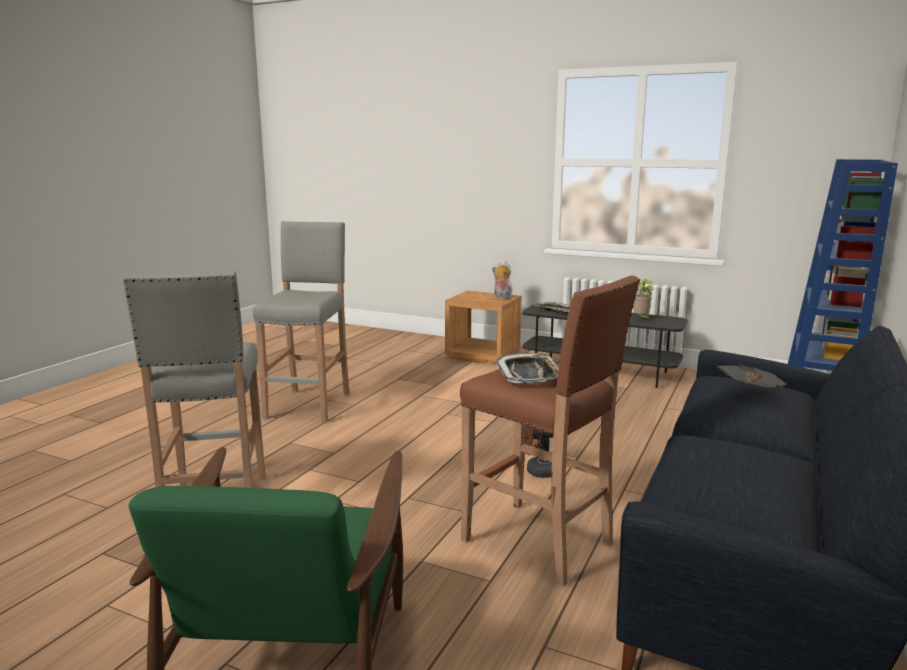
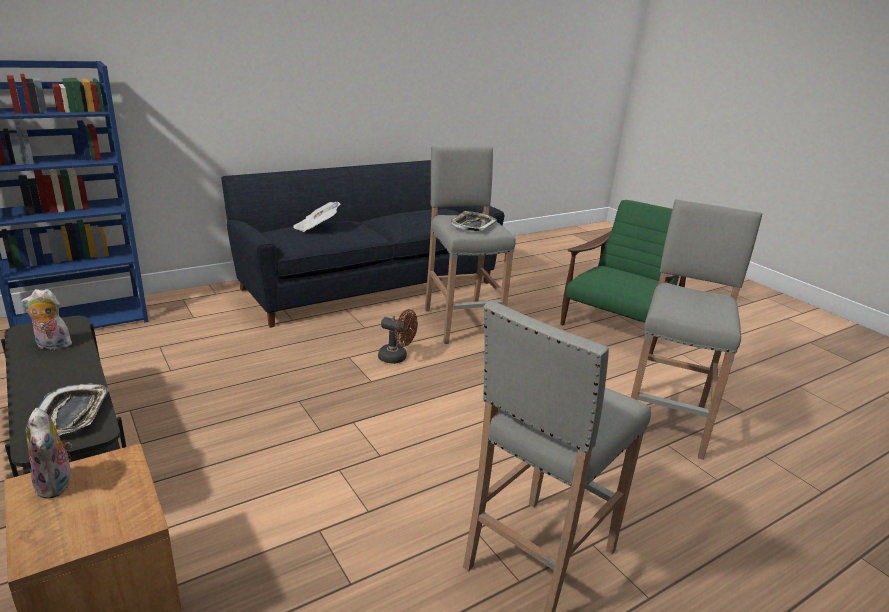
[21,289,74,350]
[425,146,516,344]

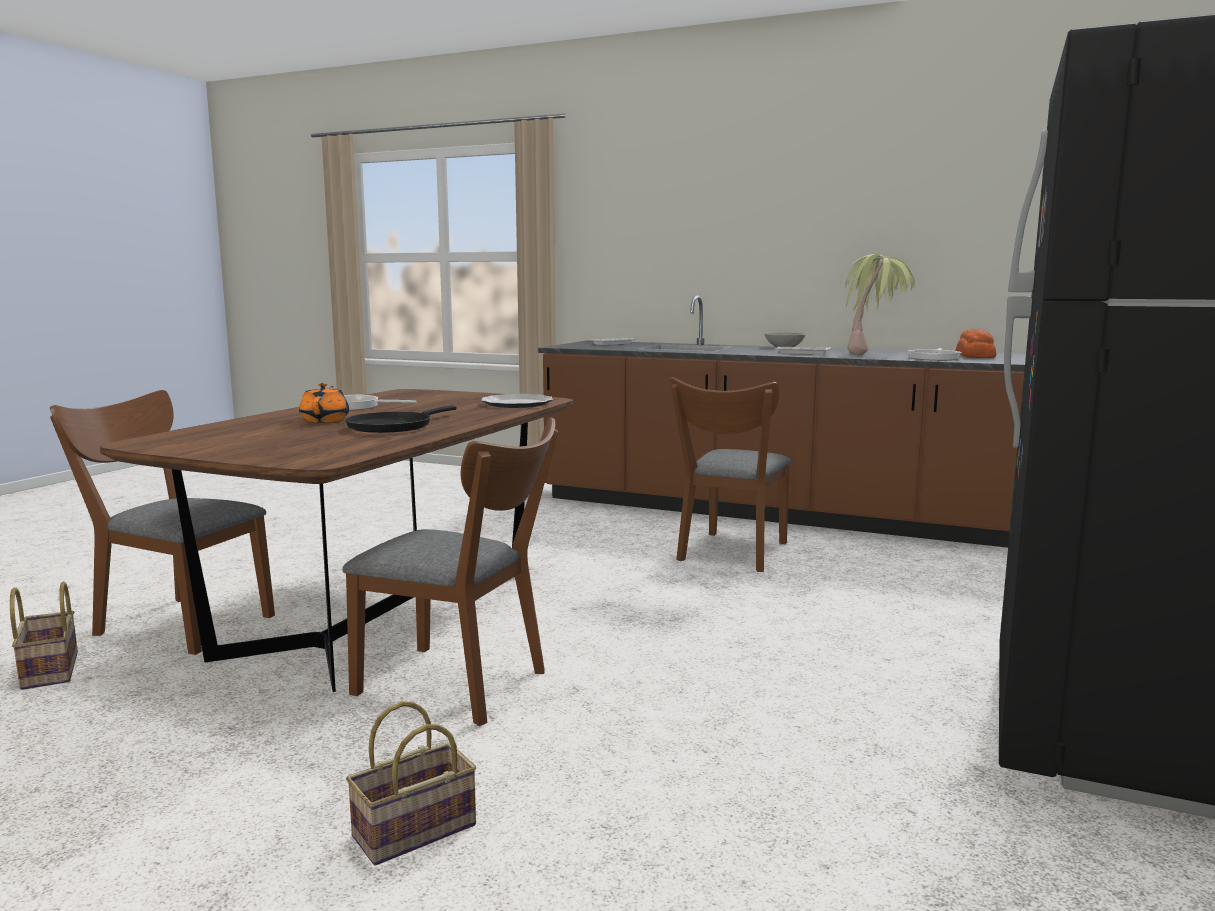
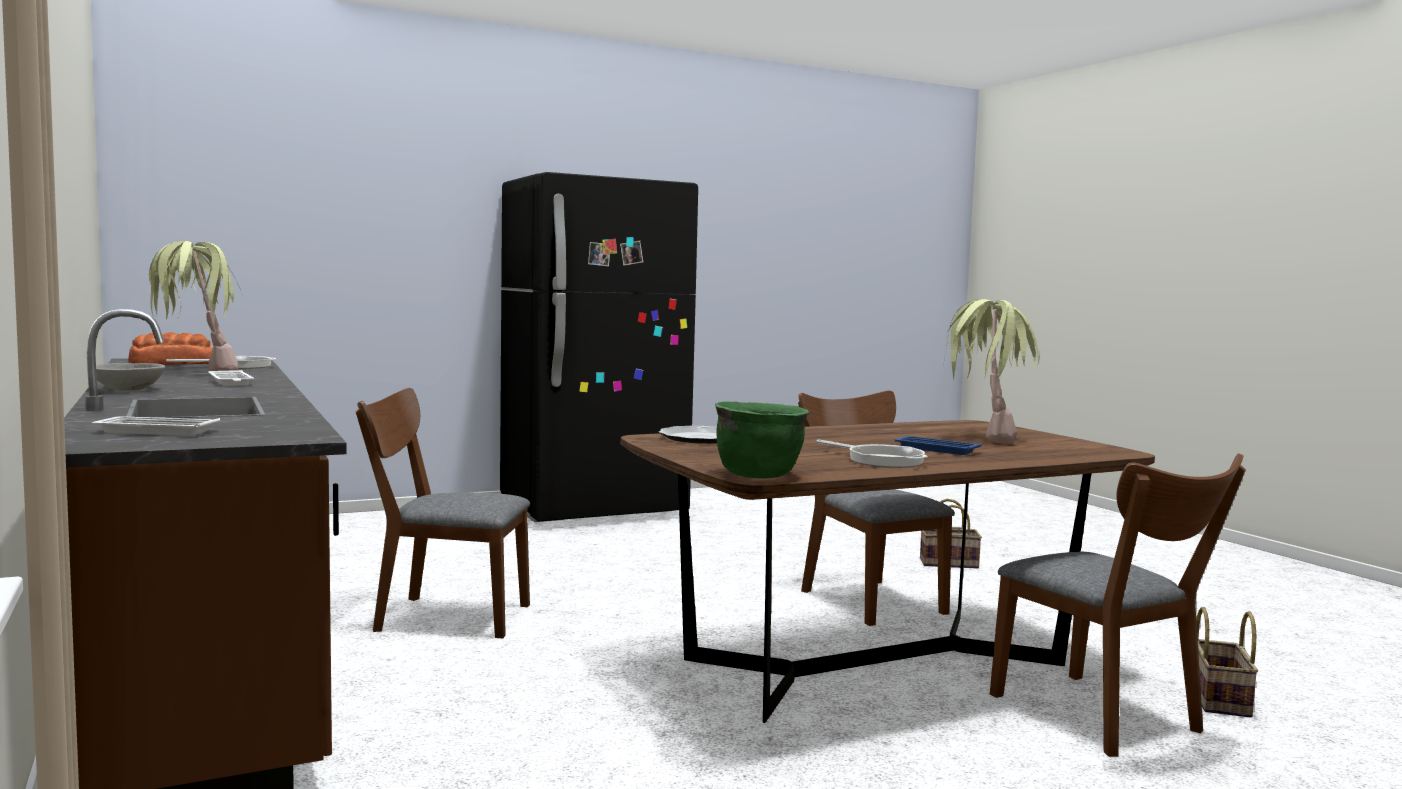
[356,388,530,638]
[715,401,809,478]
[894,436,982,455]
[944,299,1040,444]
[345,406,456,433] (first image)

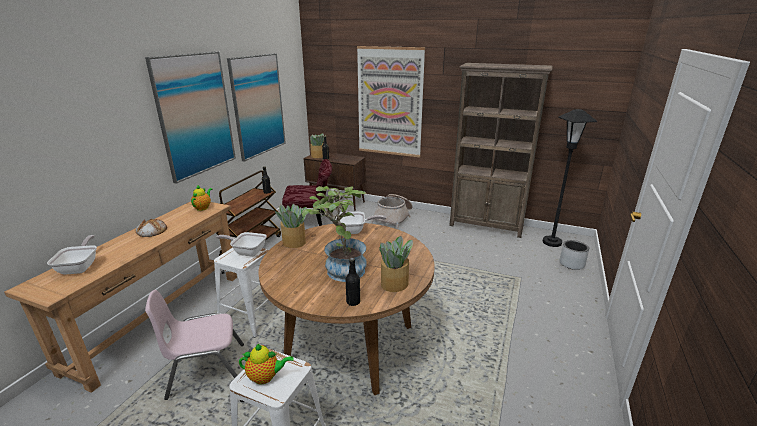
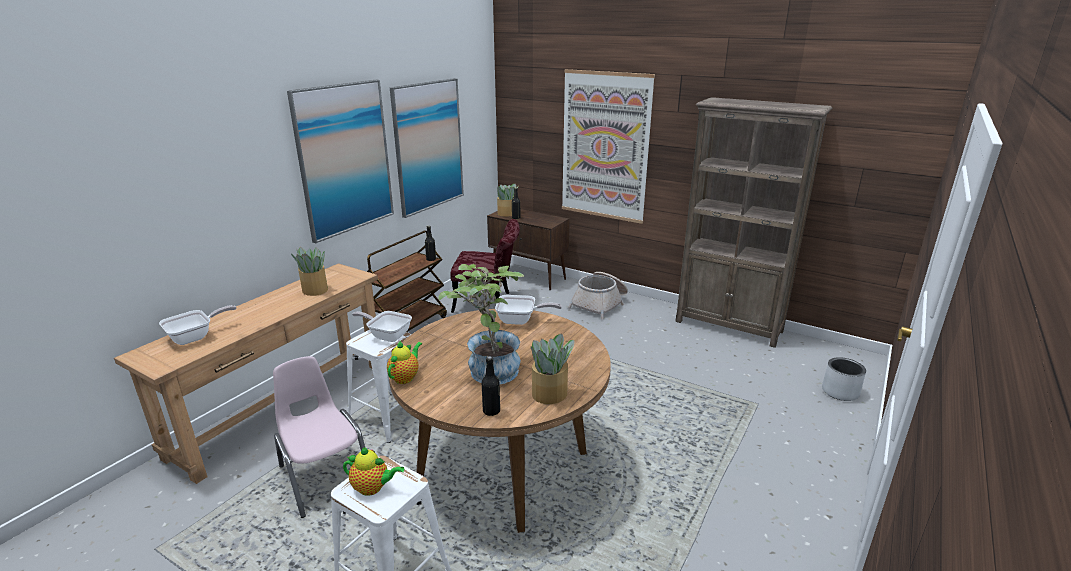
[159,305,237,345]
[273,356,365,518]
[291,247,328,296]
[387,341,422,384]
[136,219,167,237] (first image)
[543,109,597,247] (first image)

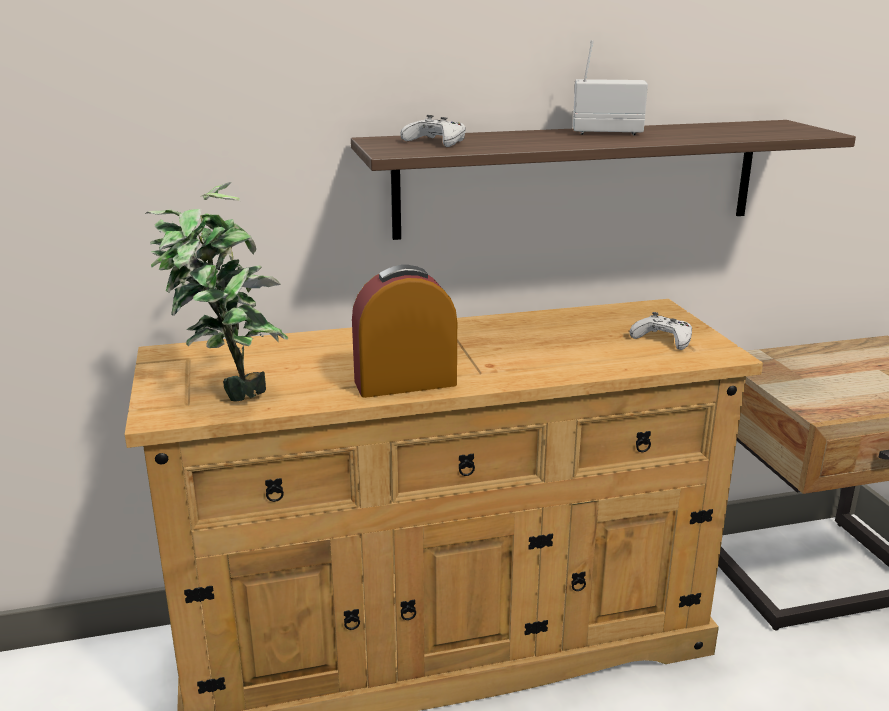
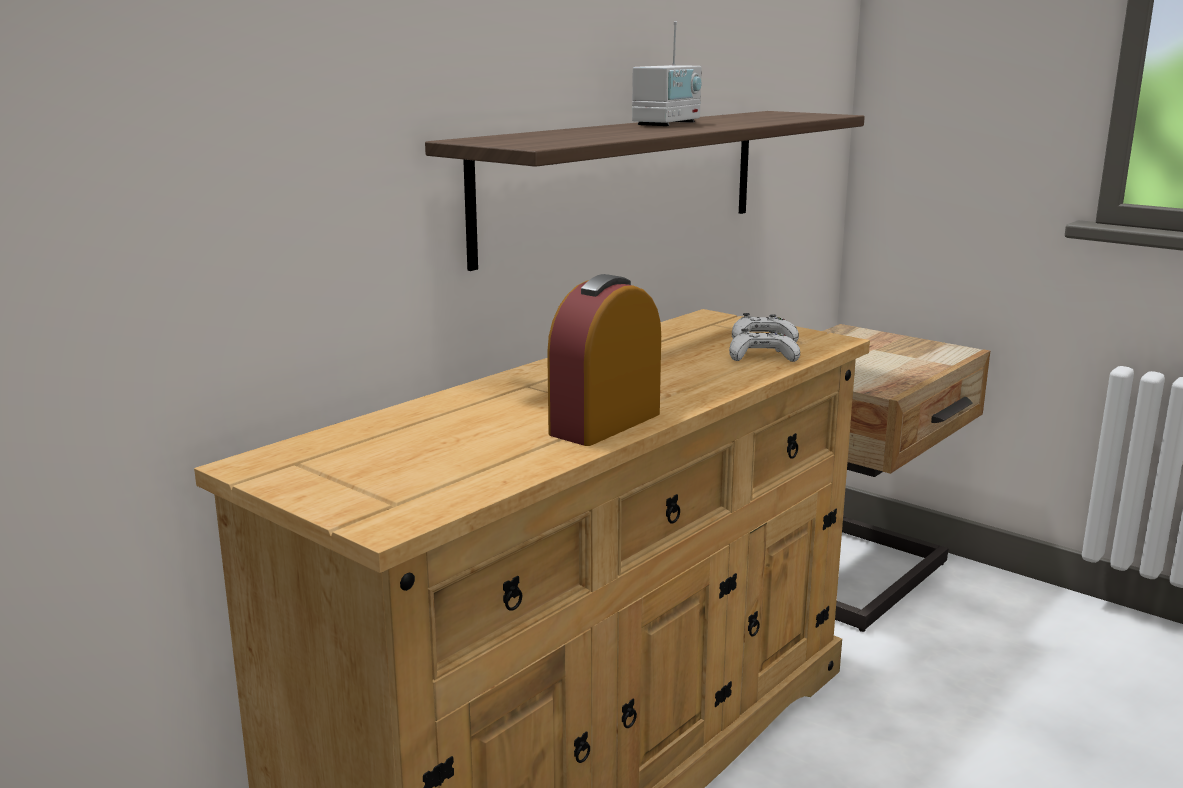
[632,21,702,126]
[729,328,800,362]
[145,182,288,401] (first image)

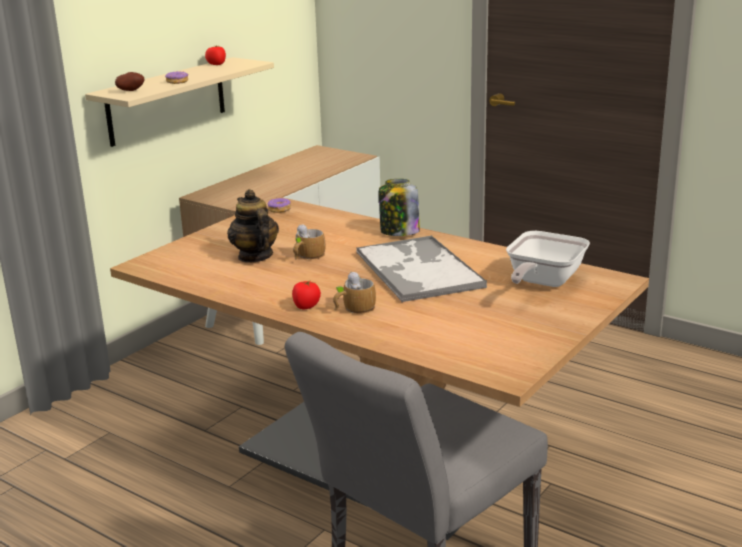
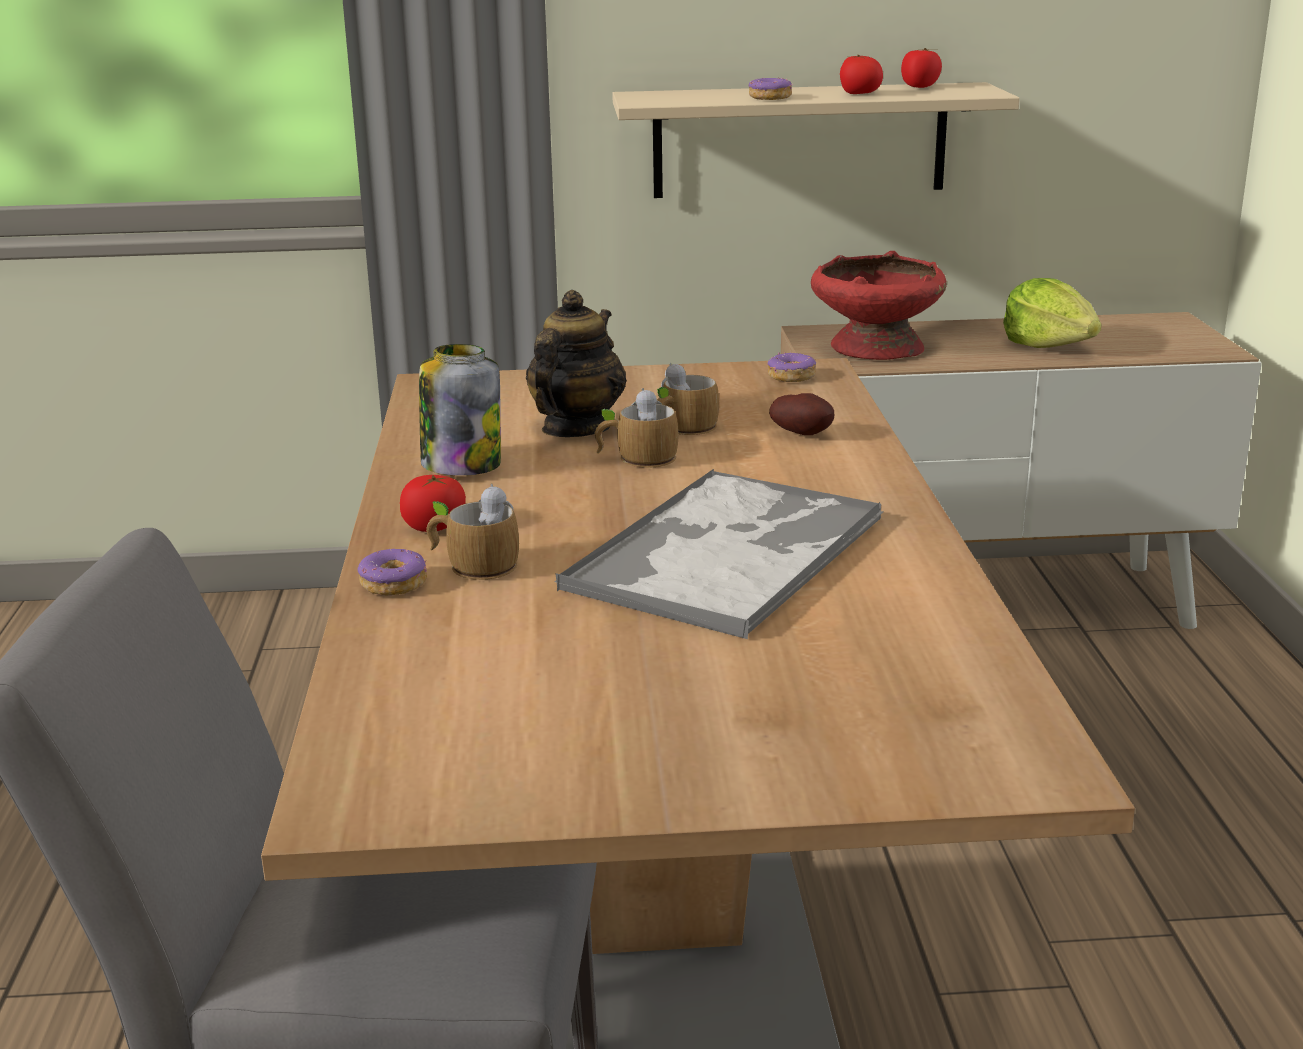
[357,548,427,596]
[419,344,501,476]
[657,363,719,435]
[769,393,834,435]
[811,251,947,360]
[840,55,883,94]
[1003,278,1101,348]
[506,231,590,287] (first image)

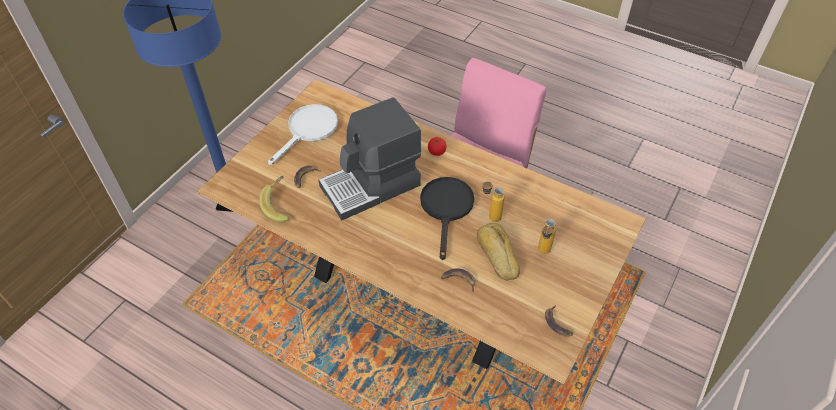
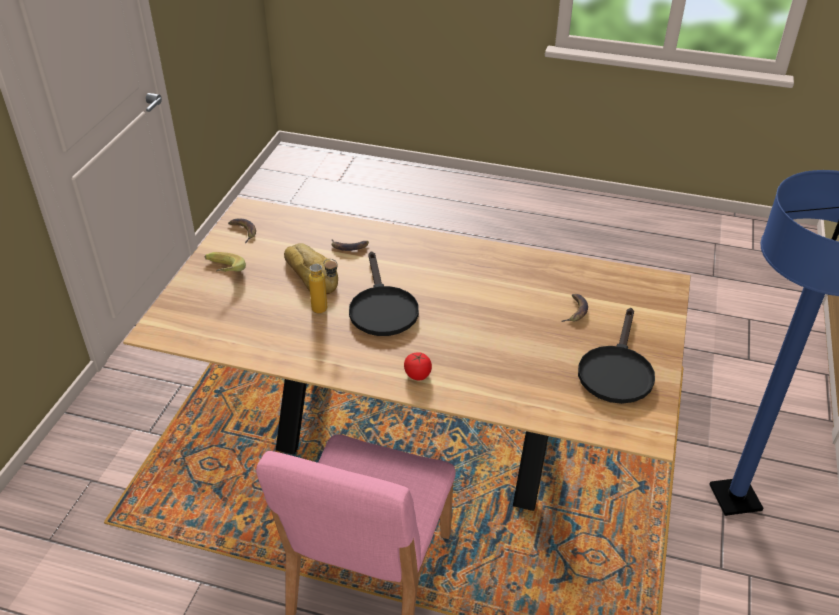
[205,252,246,272]
[578,308,655,404]
[318,97,421,220] (first image)
[538,219,556,254] (first image)

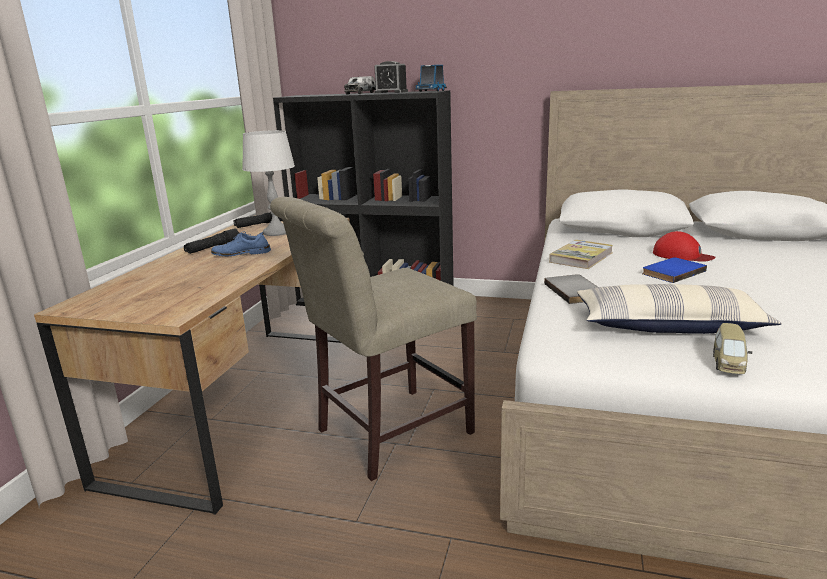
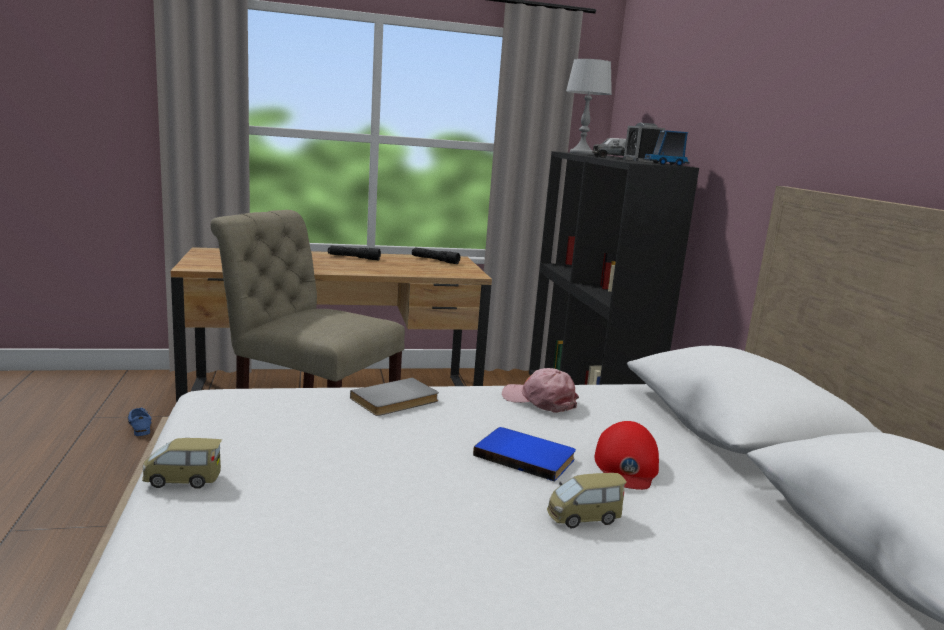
[128,408,151,436]
[502,368,579,413]
[547,473,627,528]
[566,59,612,155]
[577,284,782,334] (first image)

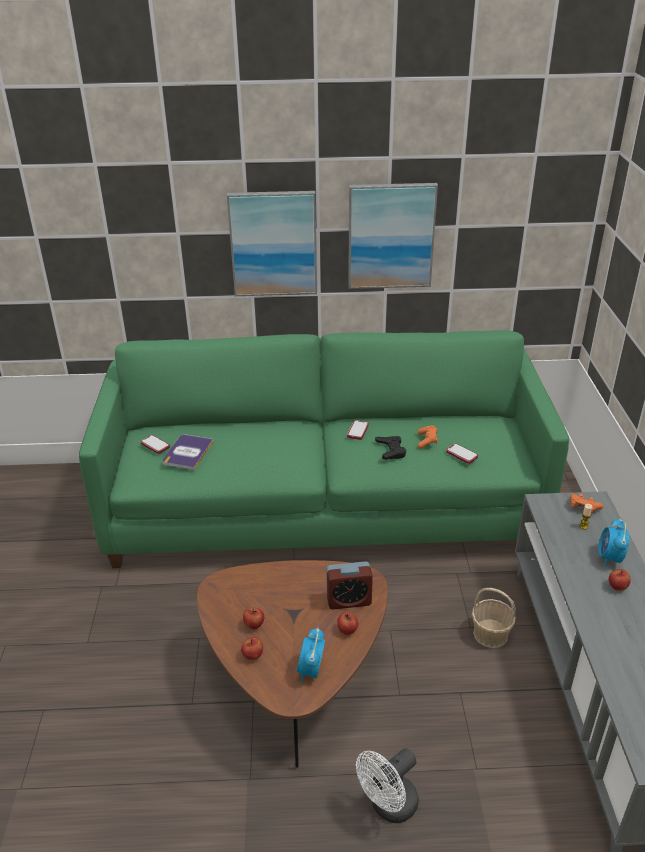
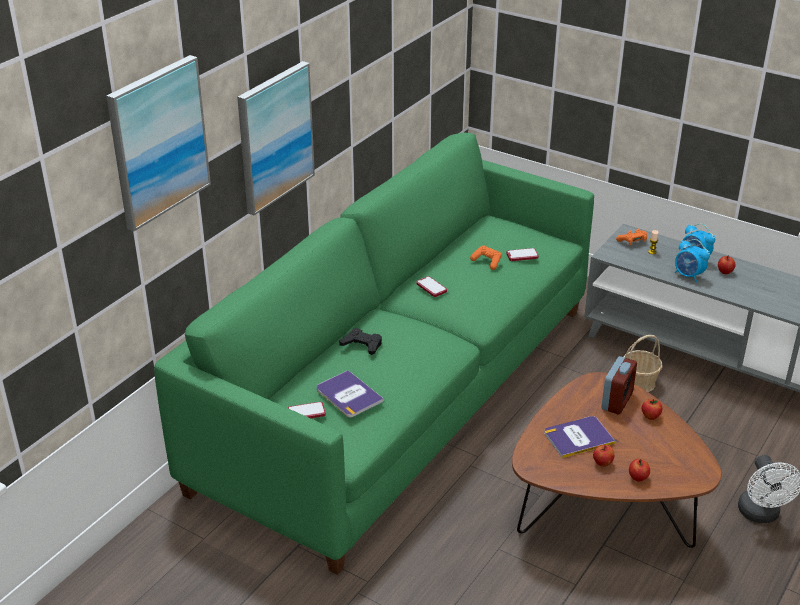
[106,55,211,231]
[339,328,382,355]
[544,416,615,458]
[674,239,710,282]

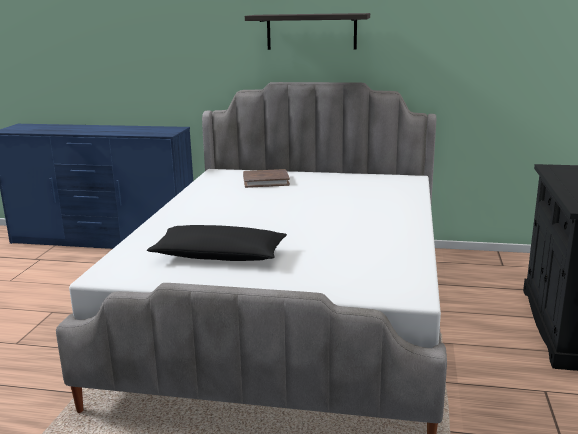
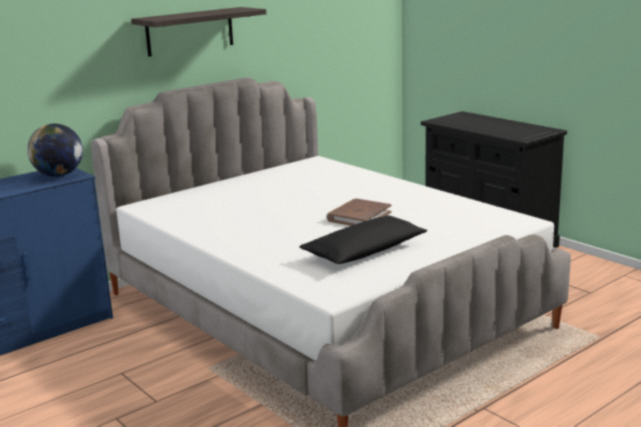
[27,124,83,177]
[327,198,392,226]

